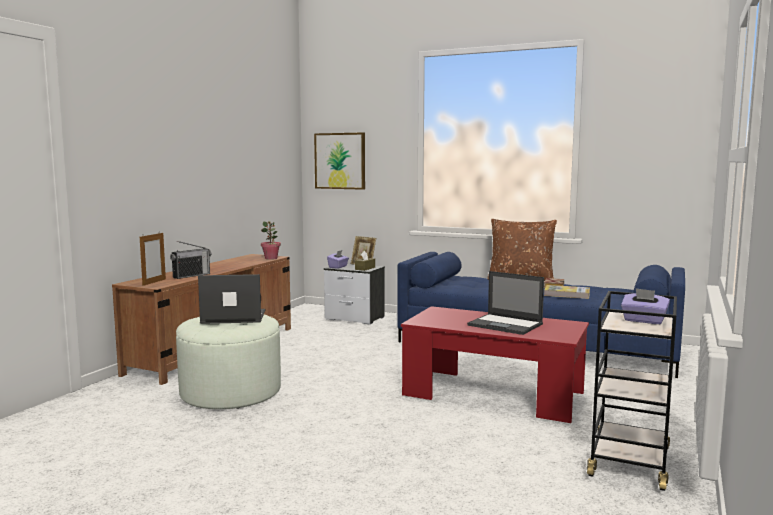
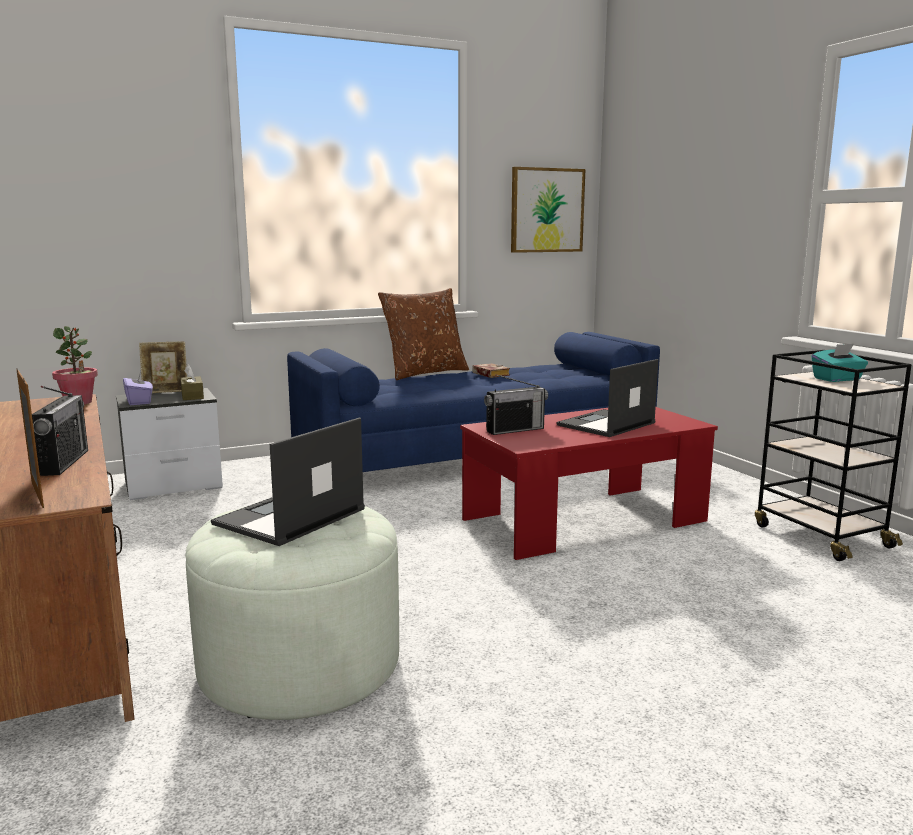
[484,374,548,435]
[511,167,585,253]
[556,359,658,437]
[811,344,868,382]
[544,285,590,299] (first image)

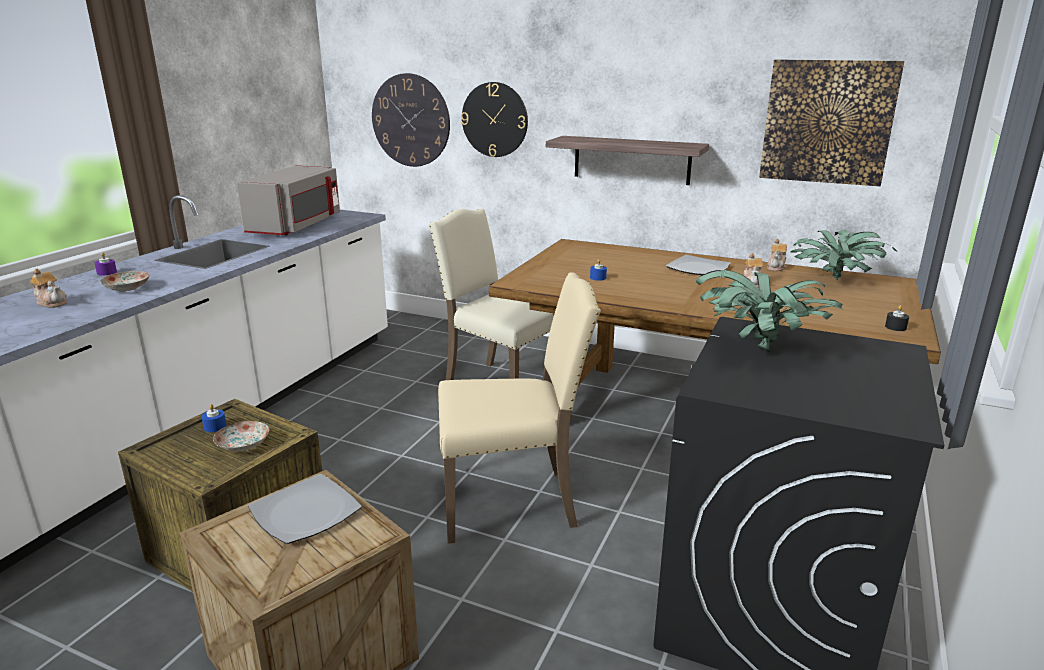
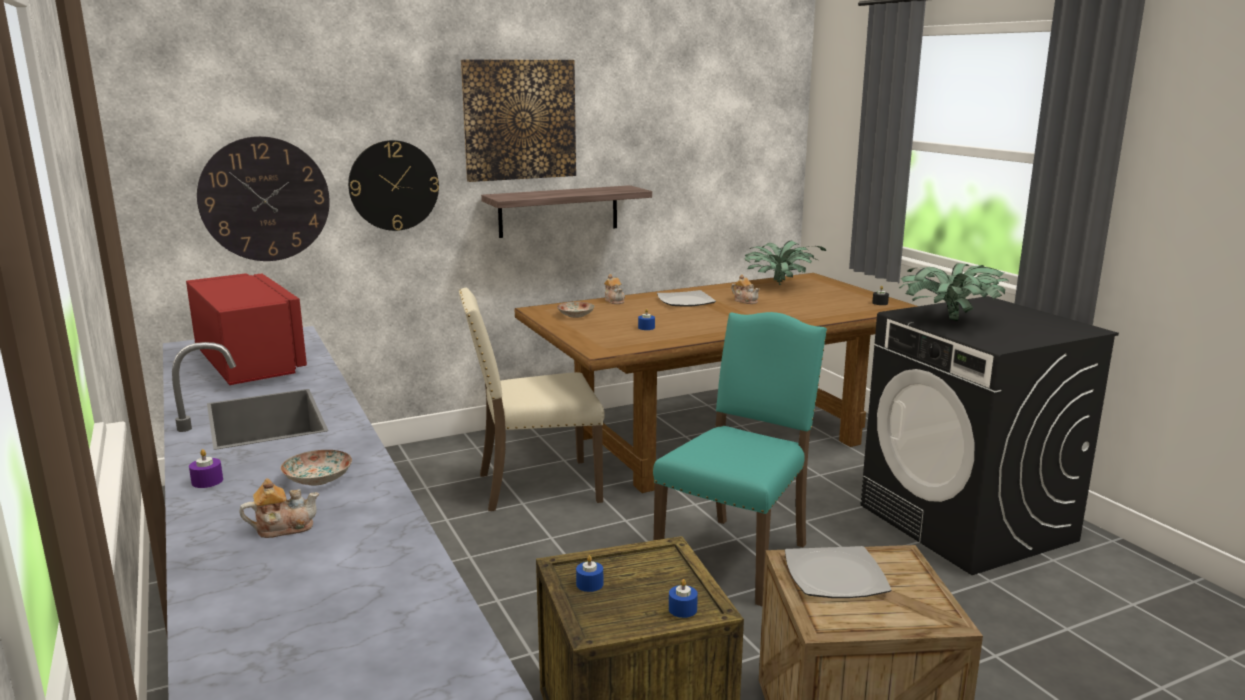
[186,273,307,385]
[461,60,576,182]
[557,302,594,318]
[604,274,625,304]
[653,312,827,606]
[669,579,698,618]

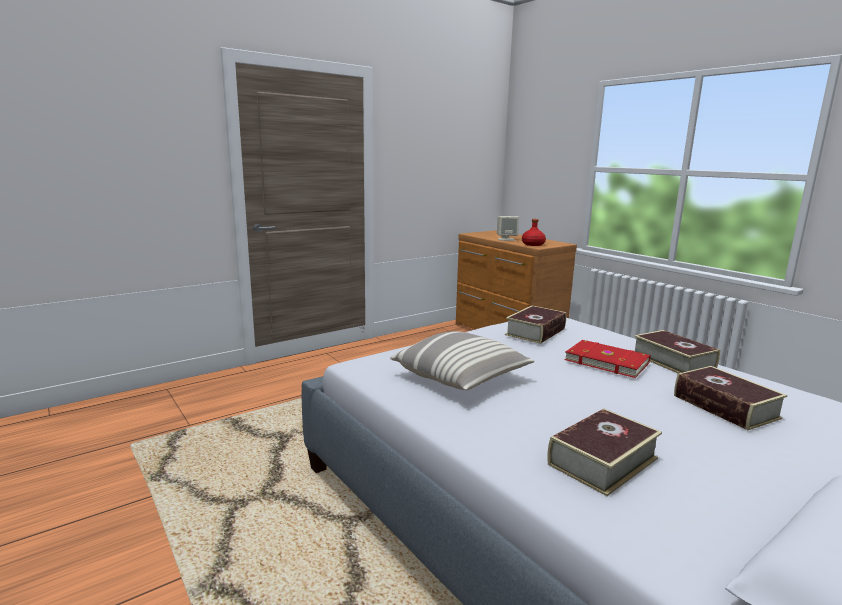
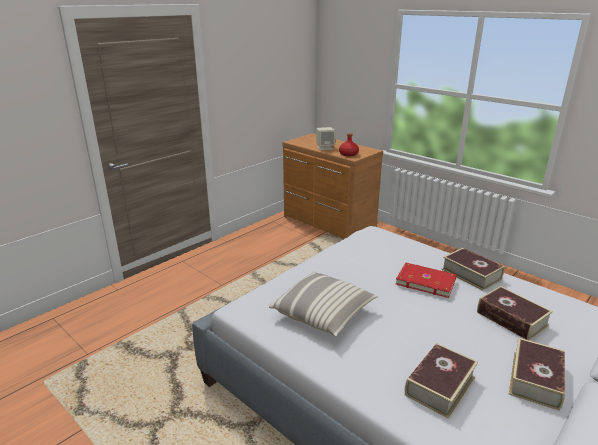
[509,338,565,410]

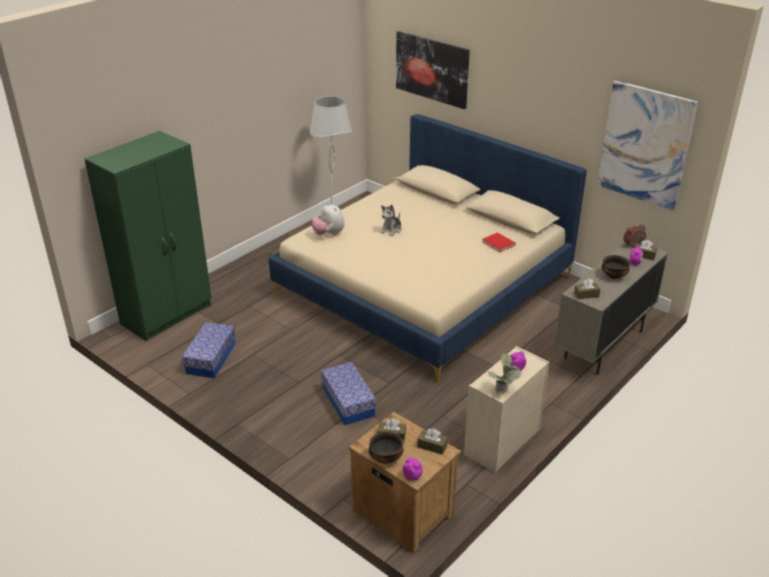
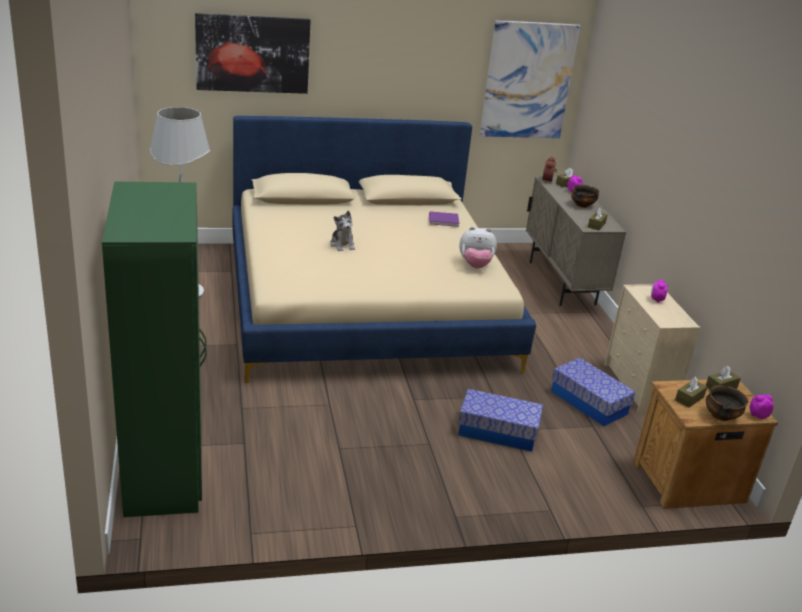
[429,211,459,227]
[459,227,497,269]
[551,358,636,426]
[488,353,521,393] (first image)

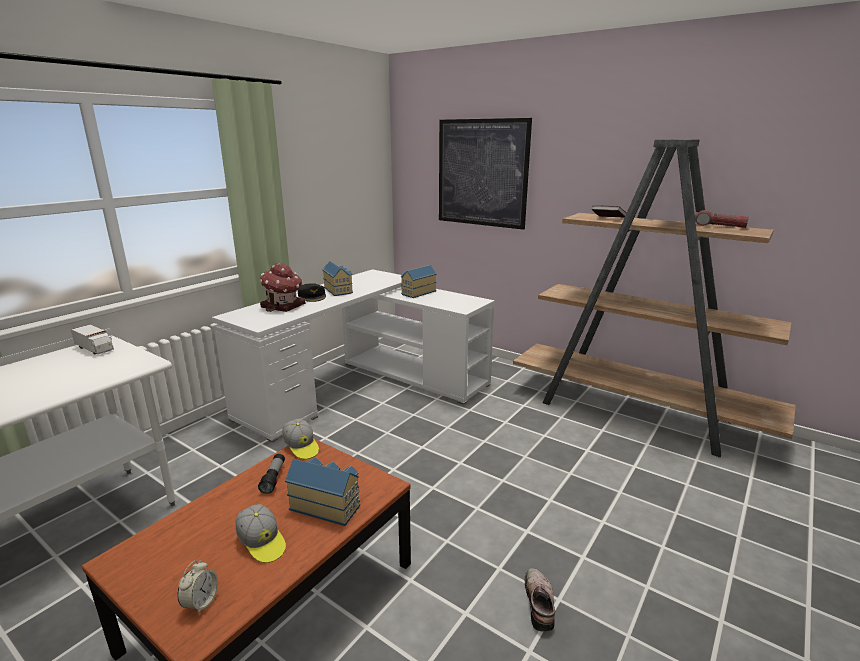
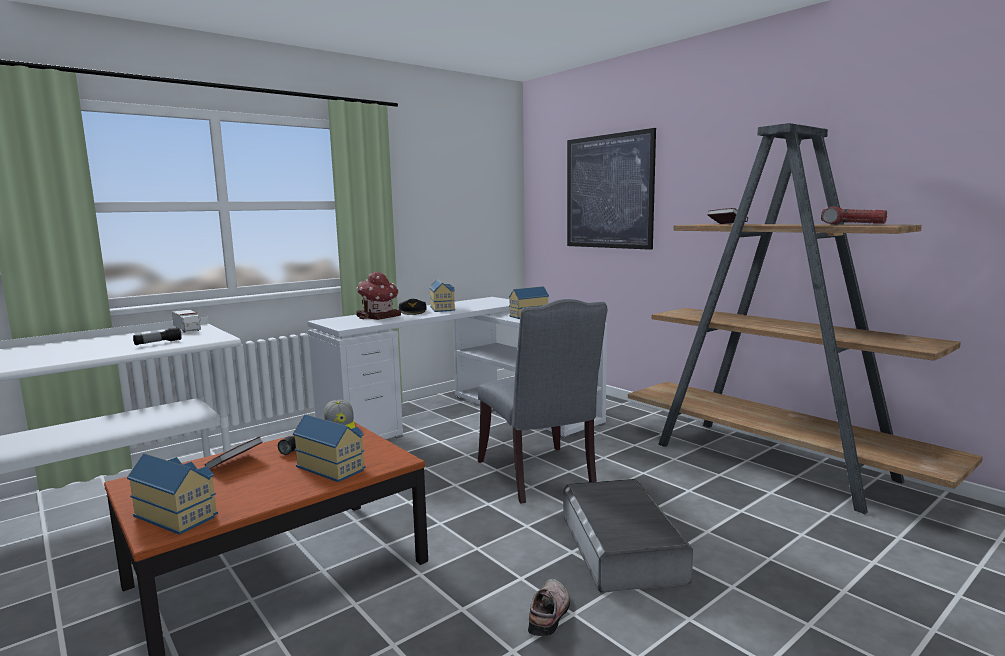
[127,454,218,535]
[133,327,182,345]
[205,437,263,469]
[478,299,608,504]
[563,479,693,593]
[235,504,286,563] (first image)

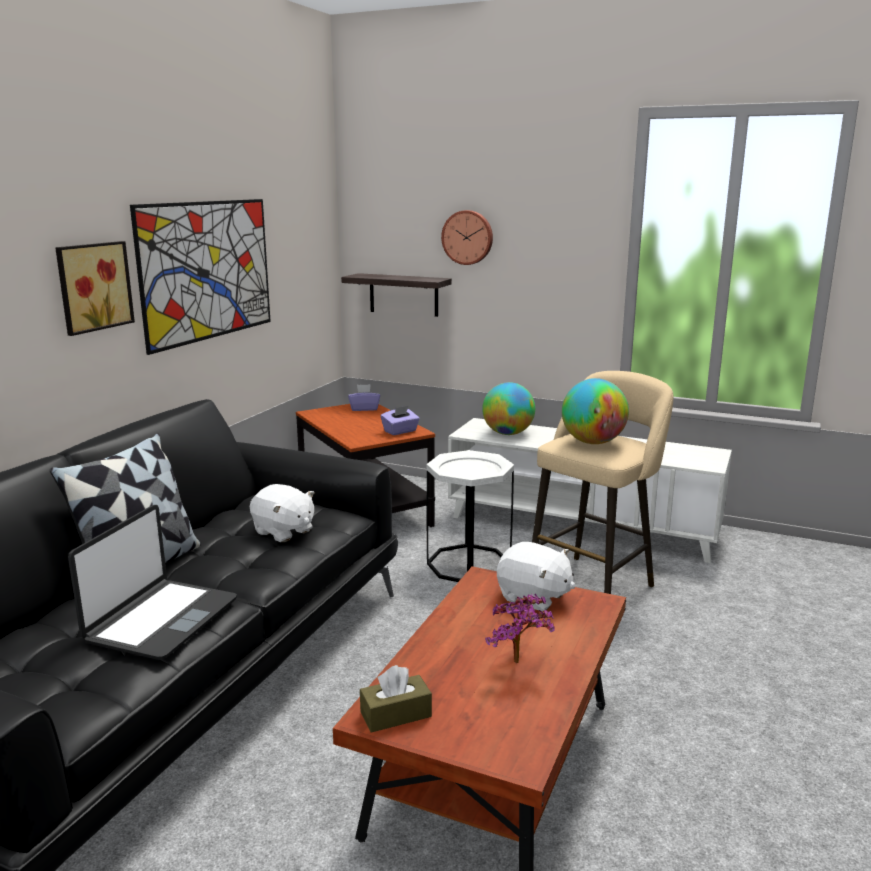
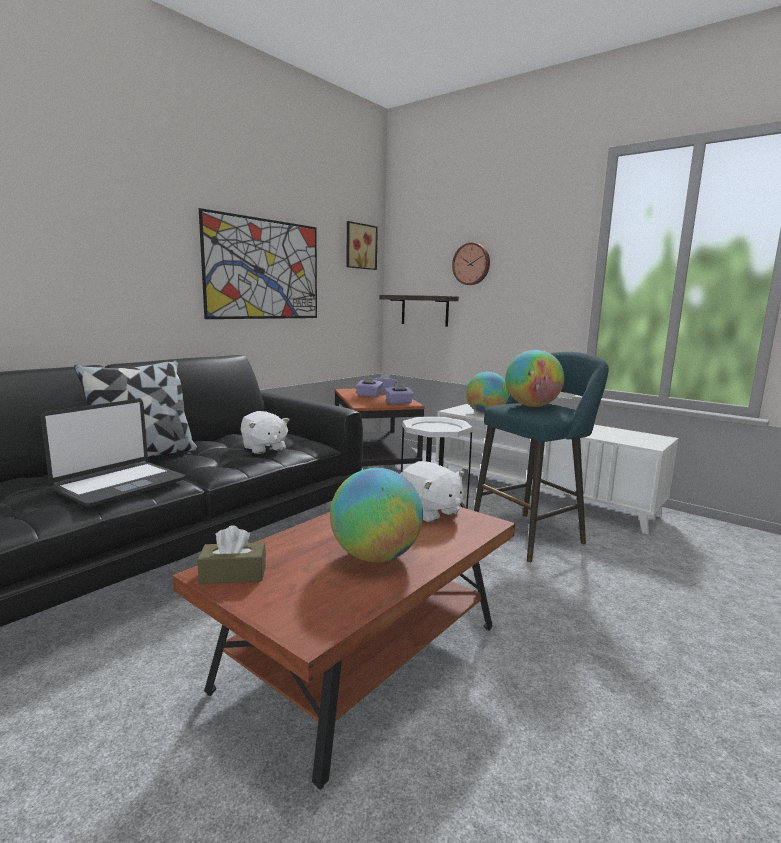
[330,468,423,562]
[346,221,378,270]
[355,376,383,397]
[474,352,609,562]

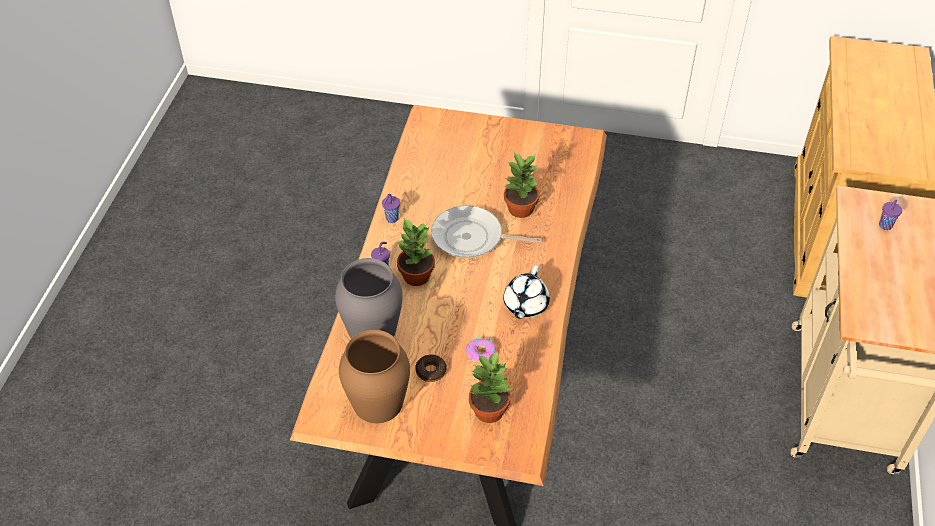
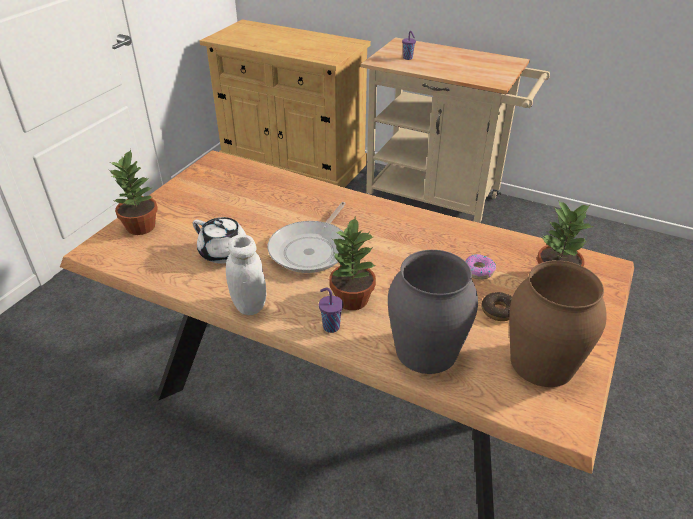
[108,149,158,235]
[193,217,246,264]
[226,234,266,315]

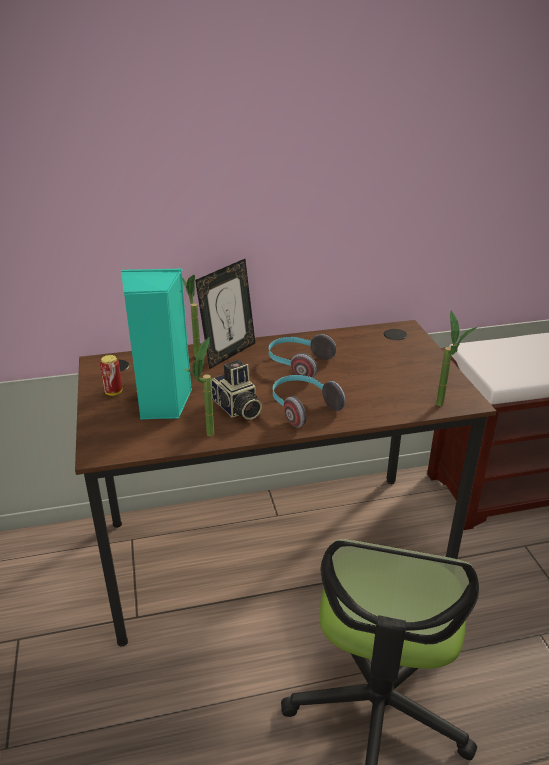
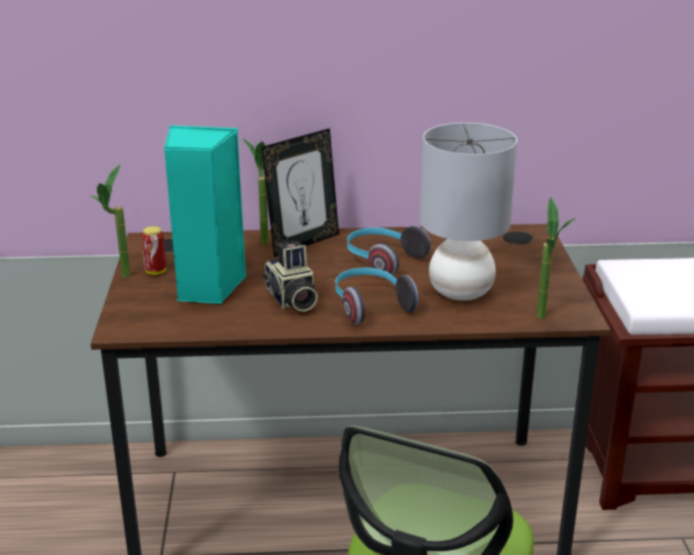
[91,164,130,278]
[420,123,517,301]

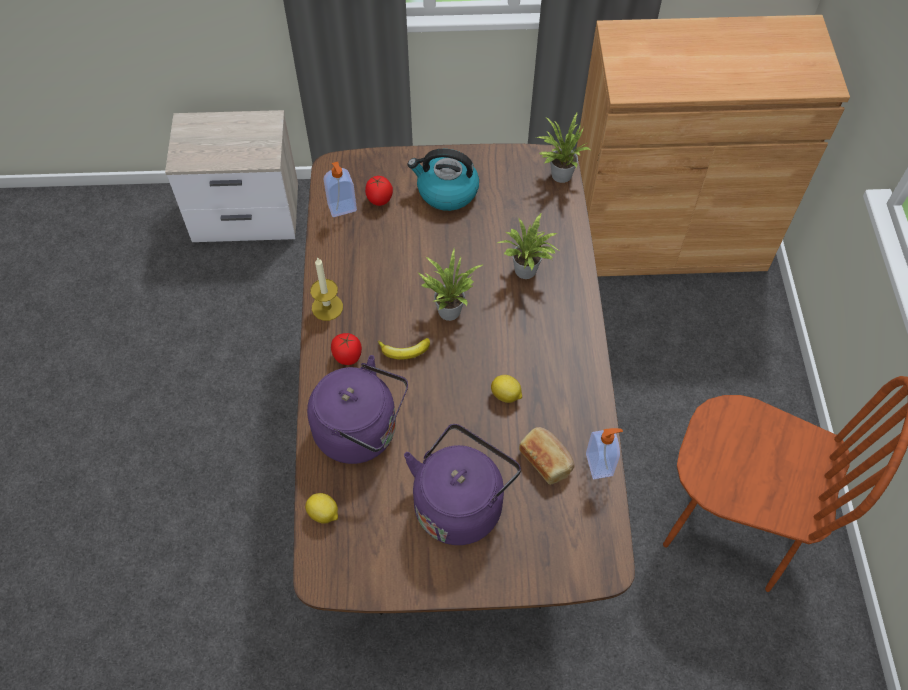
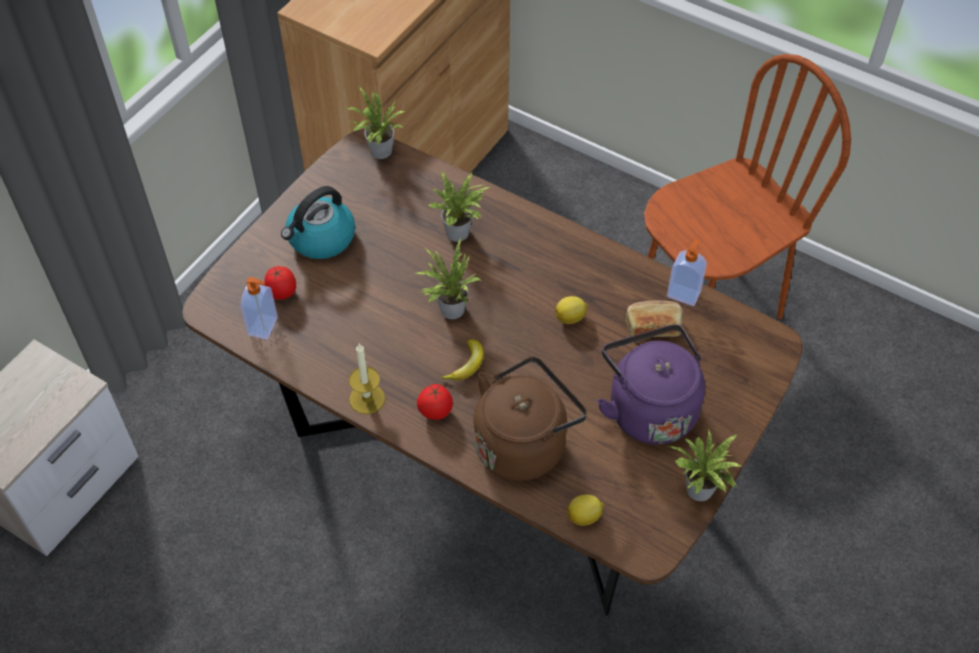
[473,356,587,481]
[666,429,741,501]

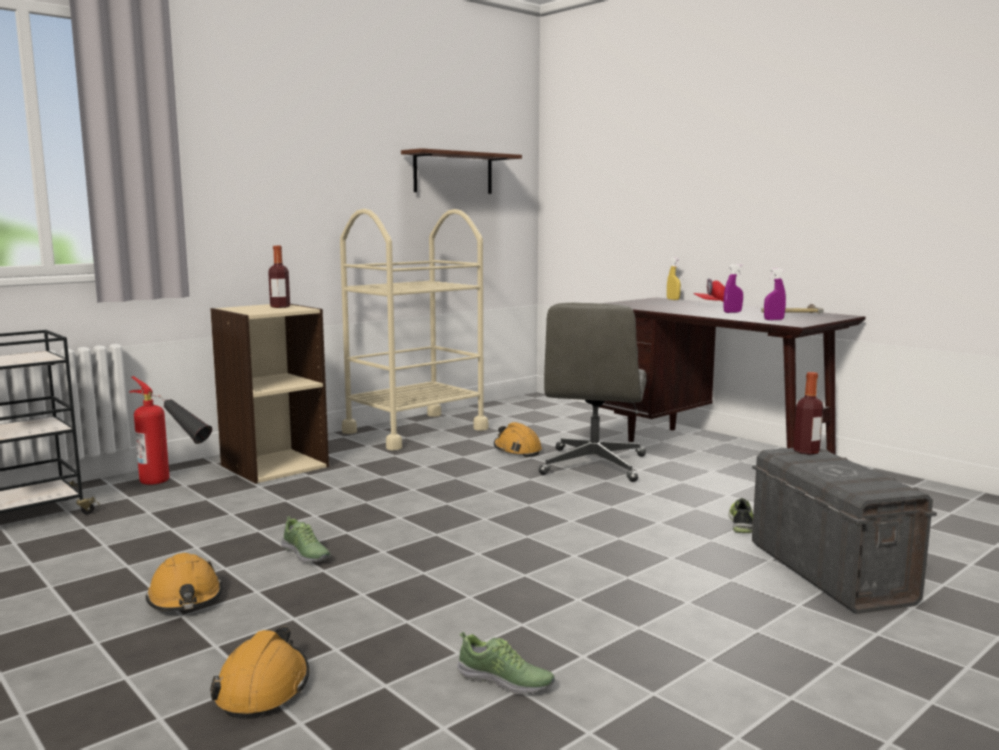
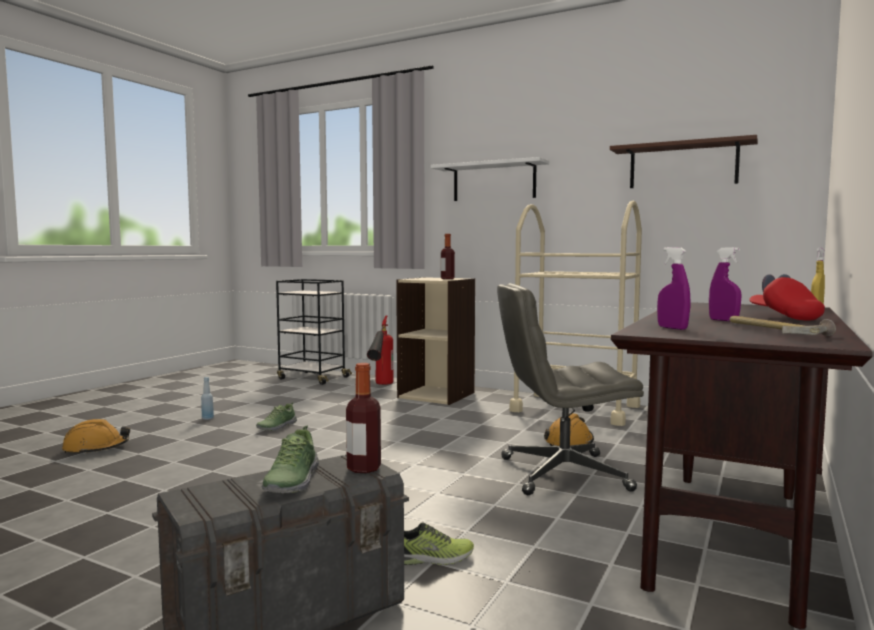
[201,377,214,420]
[262,425,319,494]
[431,157,549,201]

